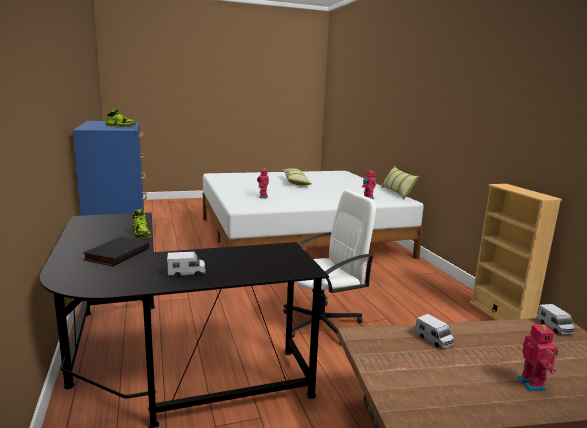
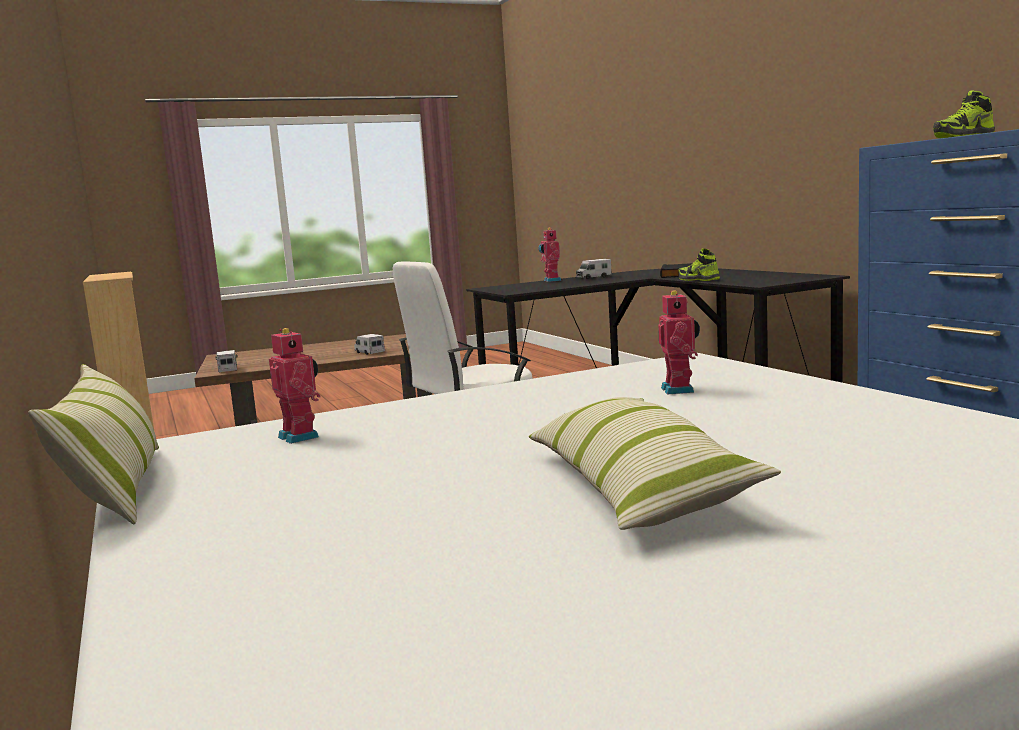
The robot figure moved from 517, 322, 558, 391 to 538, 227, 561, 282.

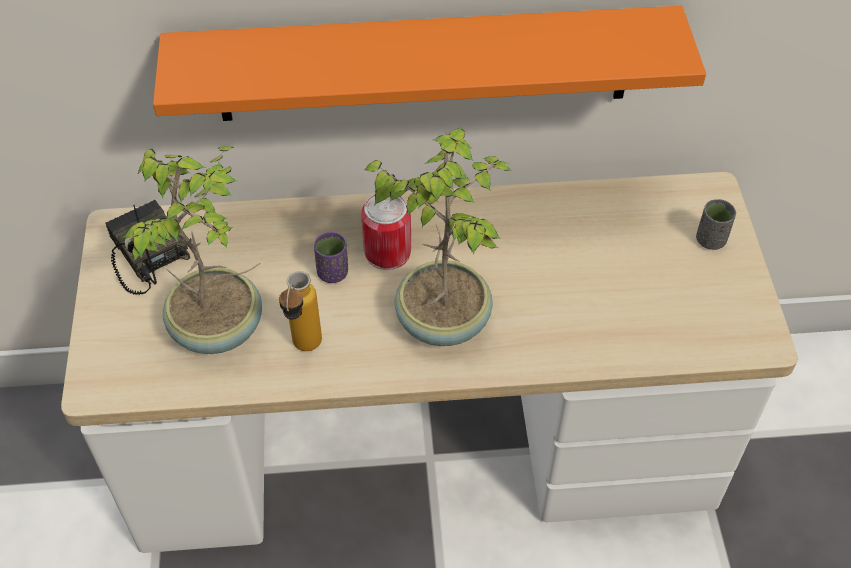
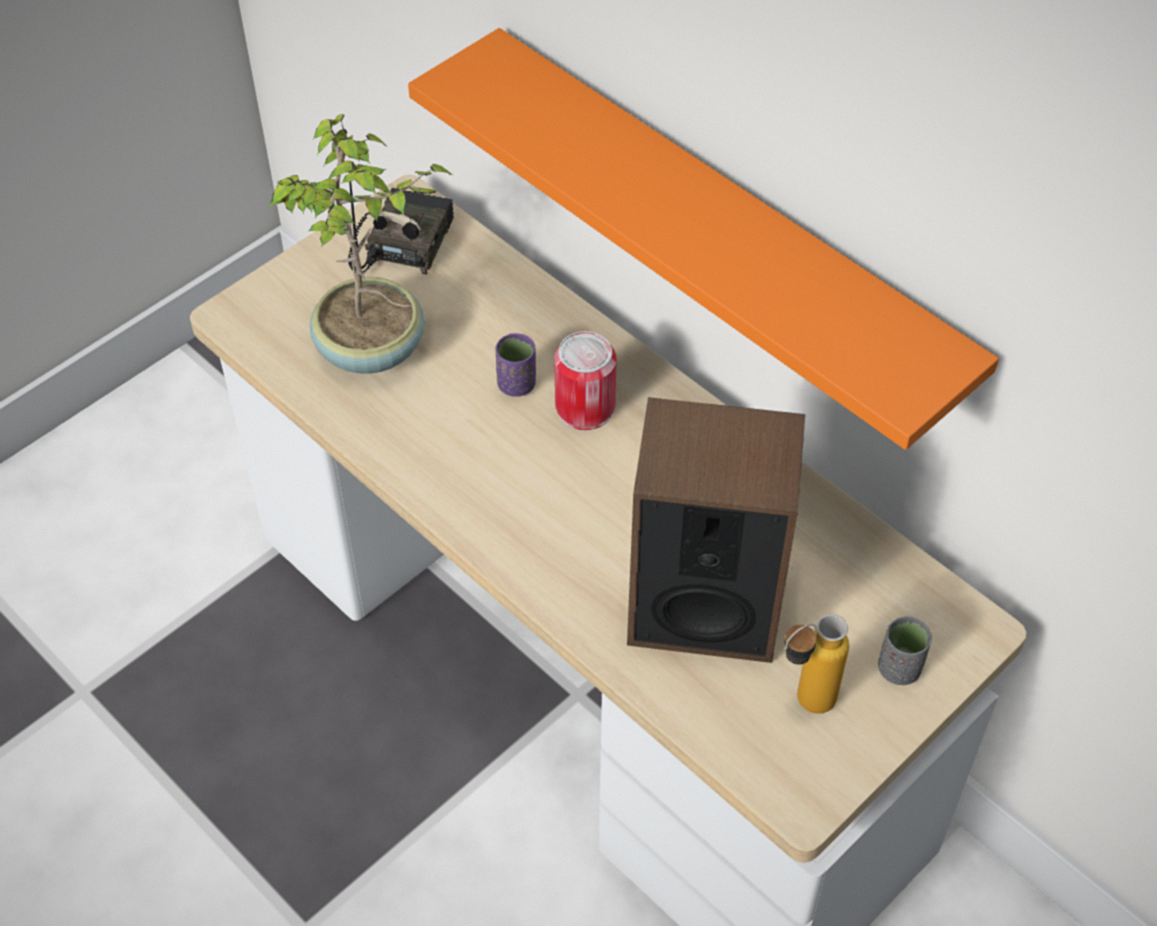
The bottle moved from 279, 271, 322, 351 to 785, 614, 849, 714. The potted plant at 364, 127, 511, 346 disappeared. The loudspeaker at 627, 397, 805, 663 appeared.

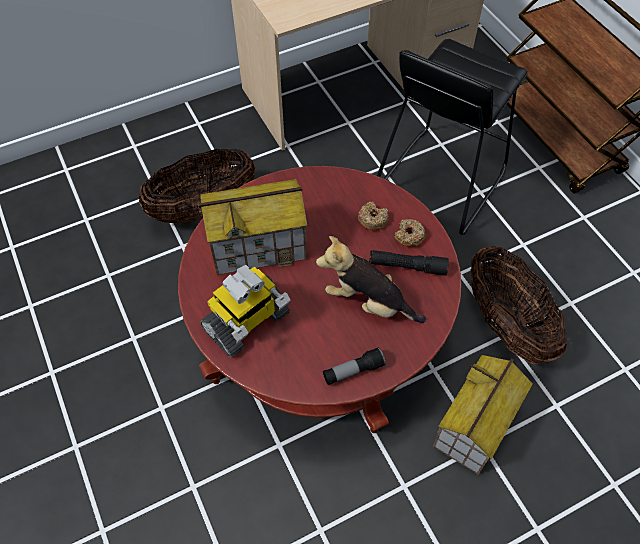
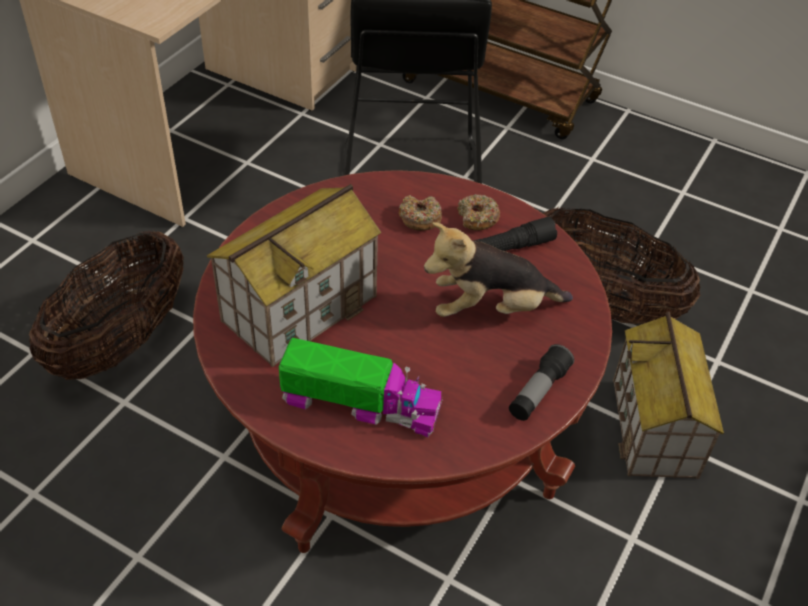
The robot figure at 200, 265, 291, 358 was replaced by the toy lorry at 279, 338, 443, 437.

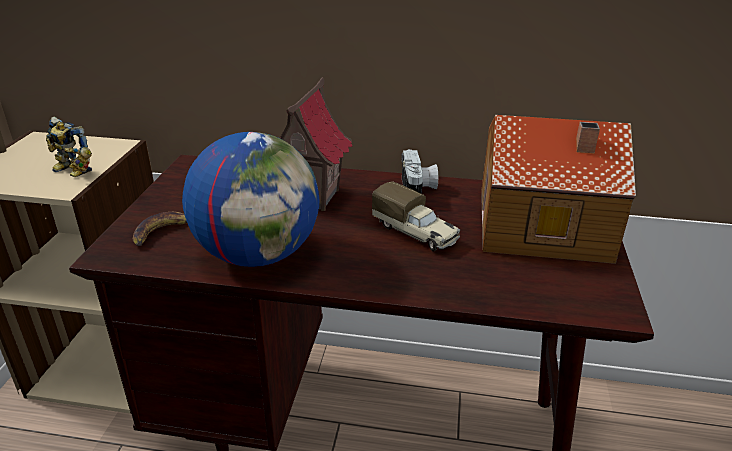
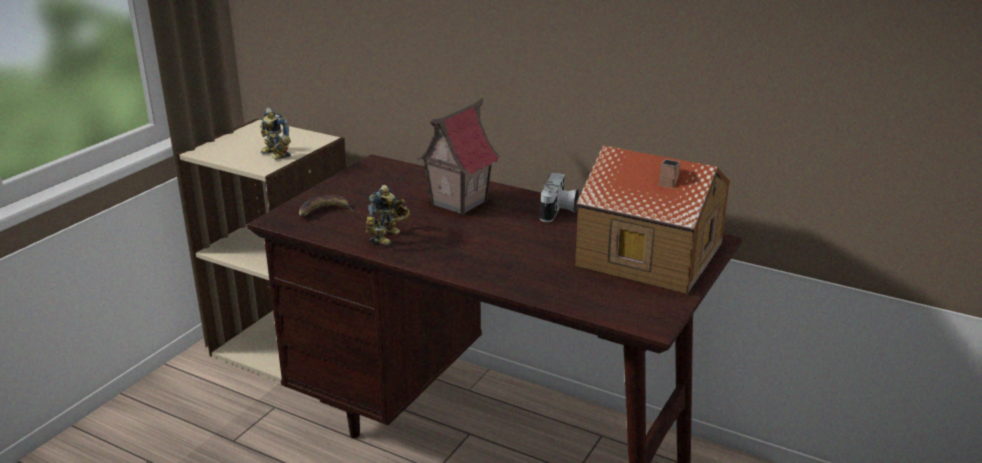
The desk globe at 182, 132, 319, 267 was replaced by the robot figure at 366, 185, 410, 246. The toy lorry at 372, 181, 460, 251 disappeared.

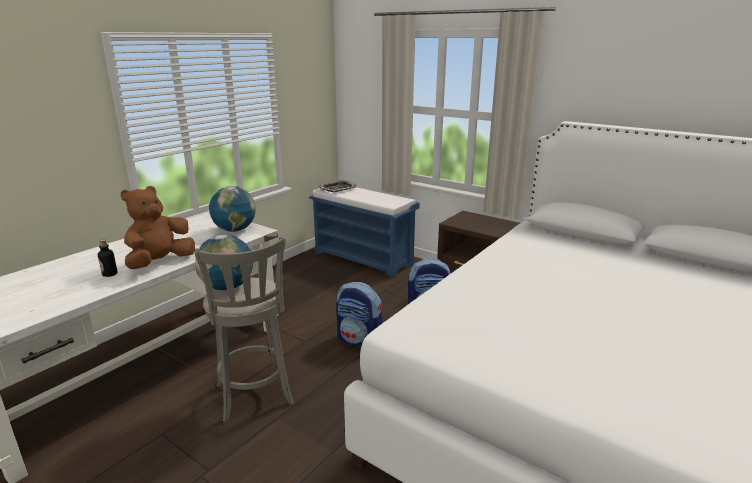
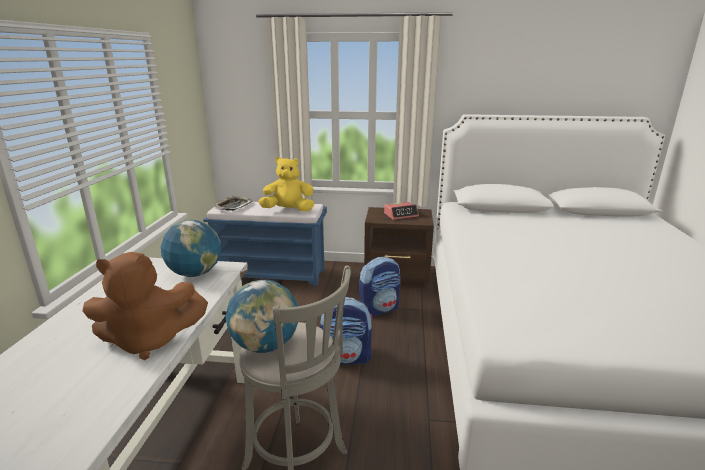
The bottle at 98, 240, 117, 277 disappeared. The brown cuddly toy at 121, 186, 195, 269 turned 105 degrees counterclockwise. The yellow cuddly toy at 258, 157, 314, 212 appeared. The bedside clock at 384, 202, 419, 220 appeared.

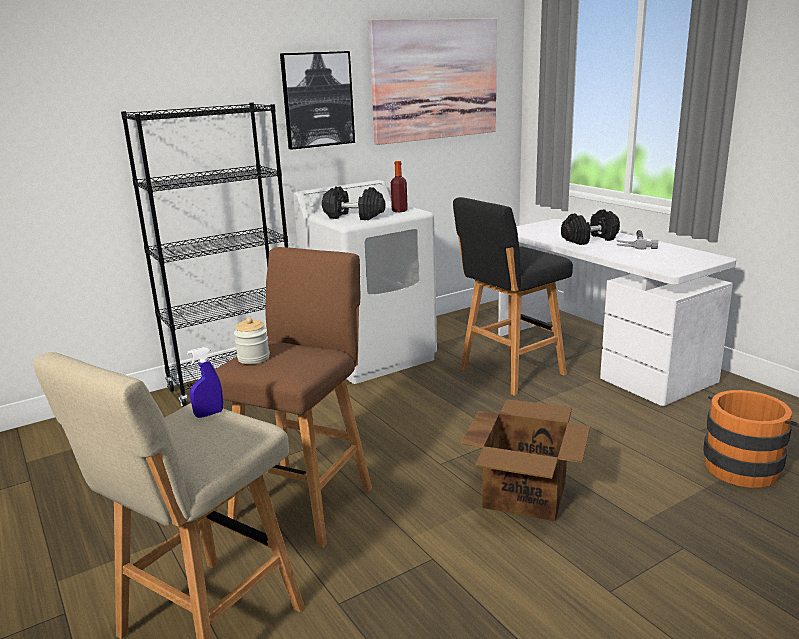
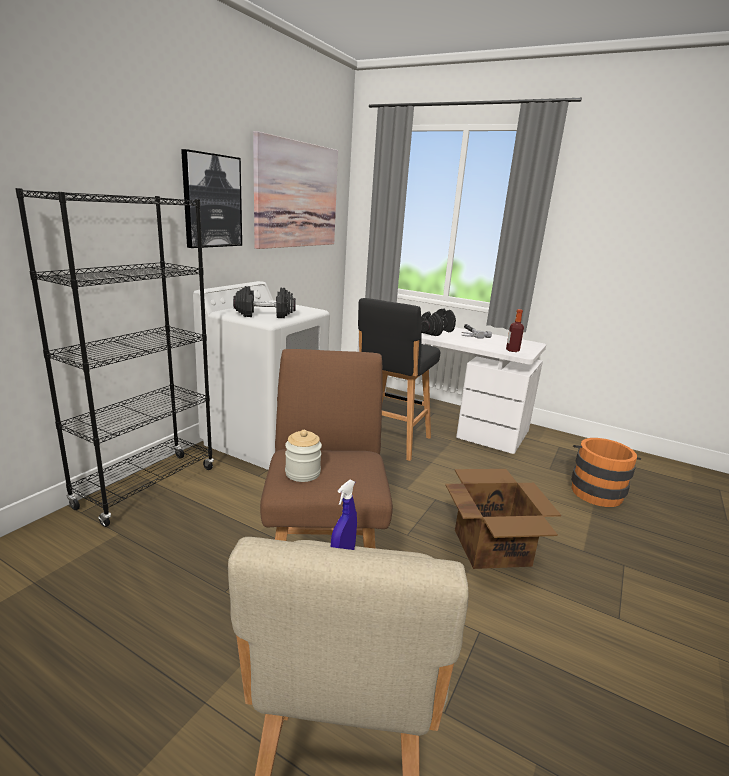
The bottle moved from 391, 161, 408, 212 to 506, 309, 524, 352.

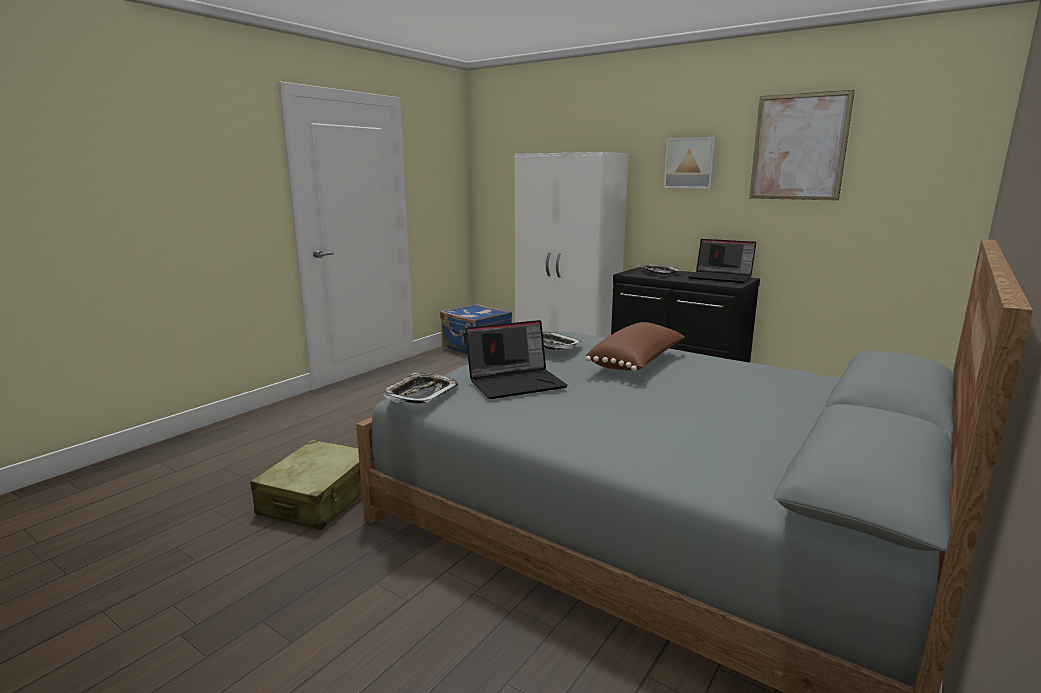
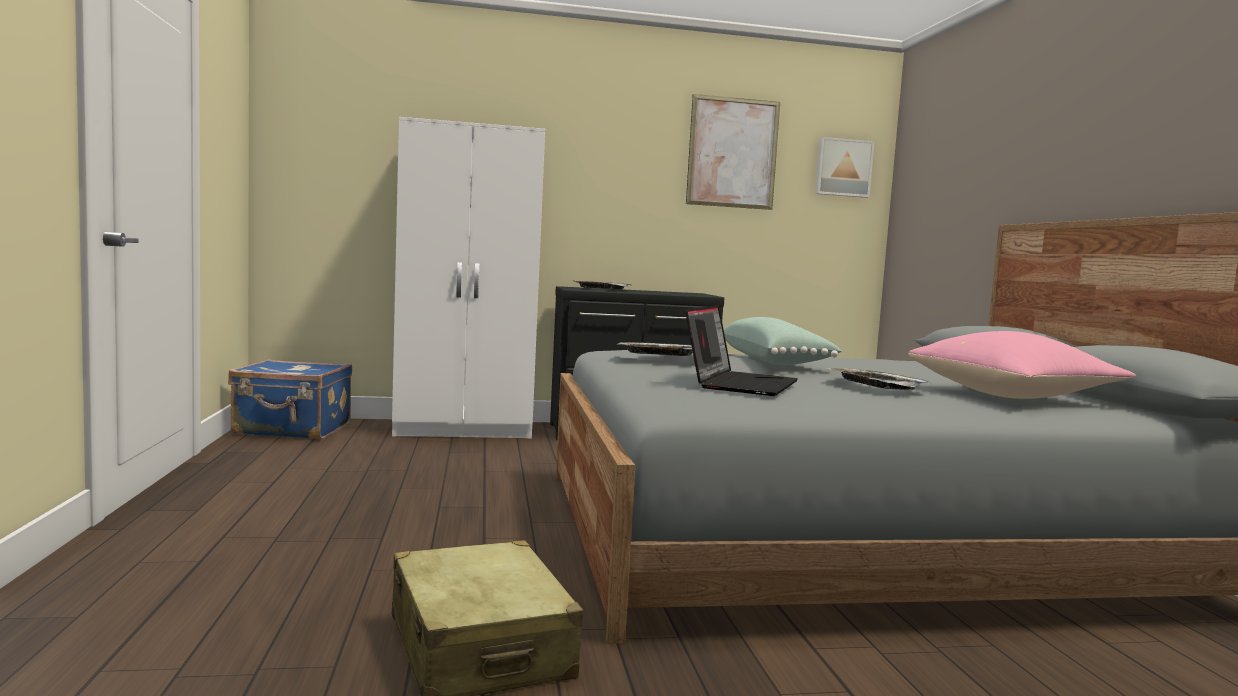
The tray moved from 383, 373, 458, 404 to 828, 368, 931, 390. The brown throw pillow at 586, 322, 685, 371 became the greenish throw pillow at 724, 317, 842, 365. The wall art moved from 664, 137, 717, 189 to 815, 137, 874, 198. The notebook computer at 688, 239, 756, 283 disappeared. The pink-coloured throw pillow at 908, 331, 1136, 399 appeared.

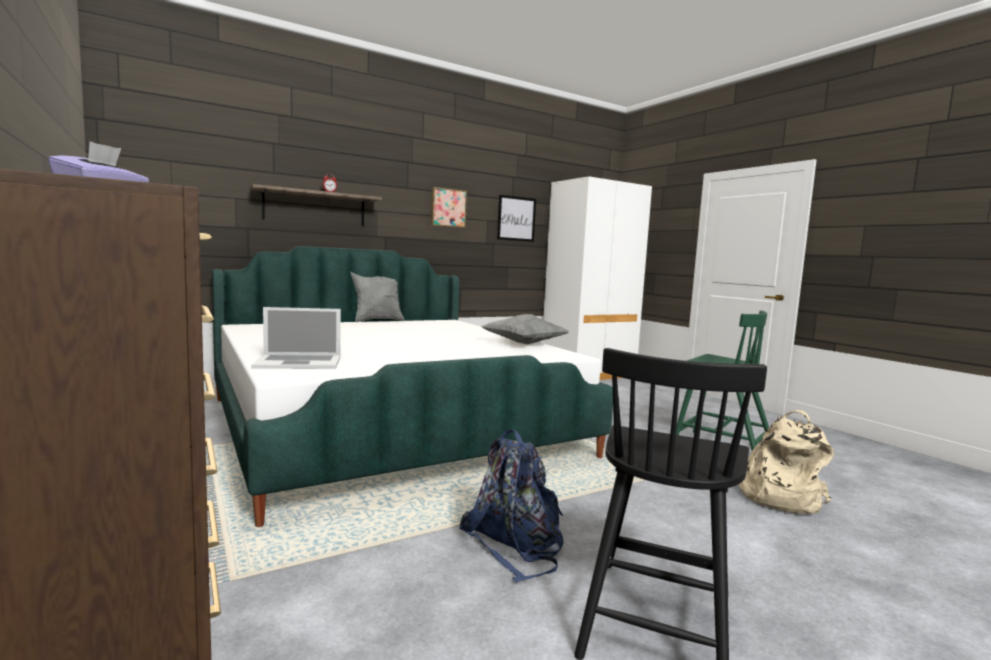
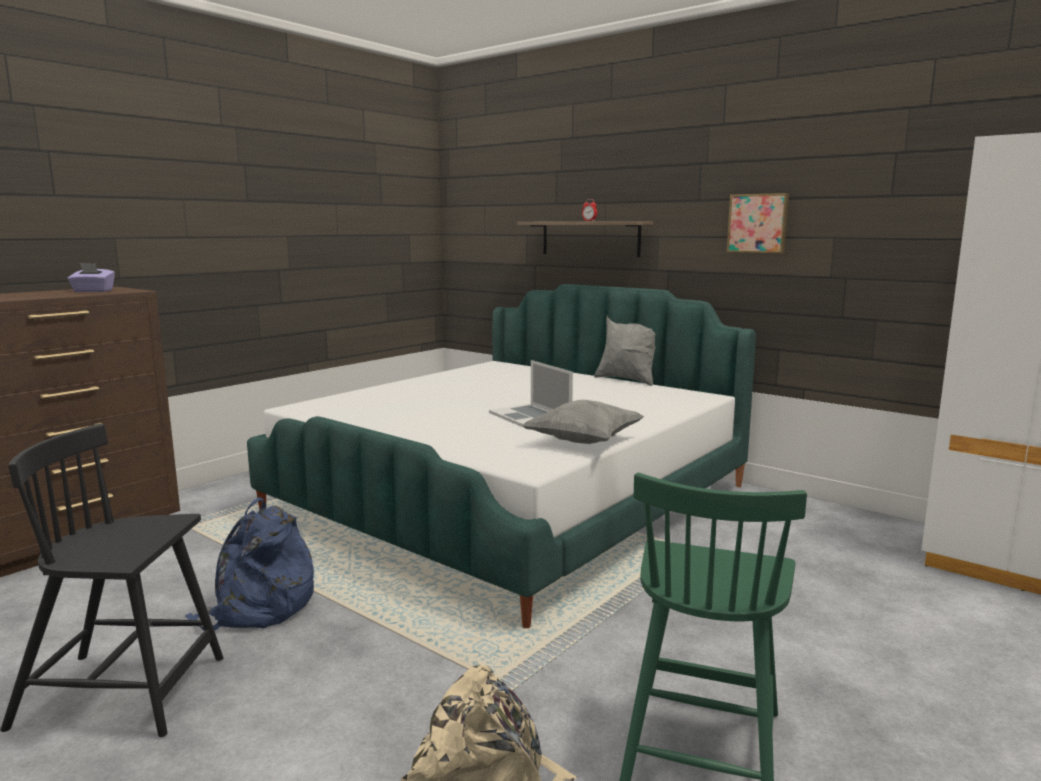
The notebook computer moved from 251, 307, 341, 369 to 489, 360, 573, 428. The wall art at 497, 195, 536, 242 disappeared.

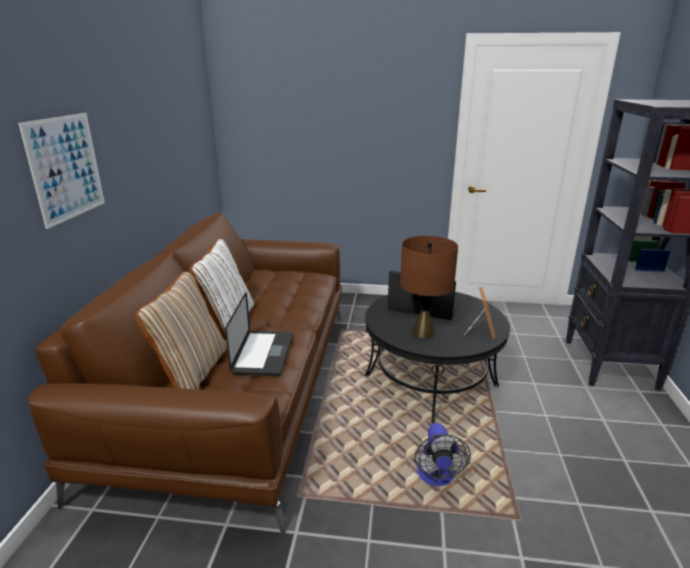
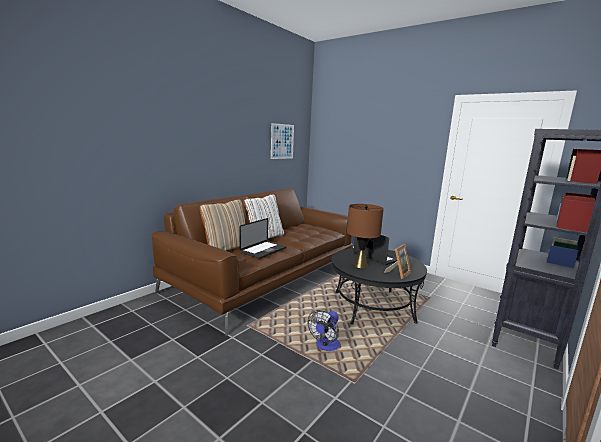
The wall art moved from 19, 113, 105, 229 to 271, 123, 294, 159.

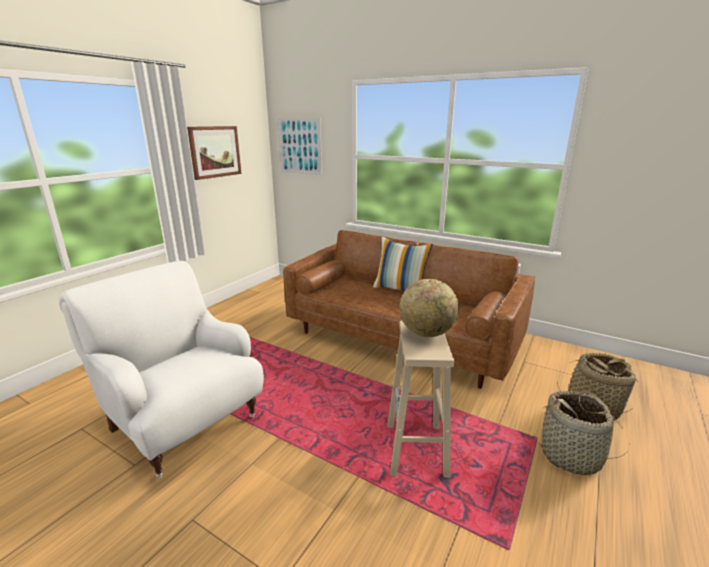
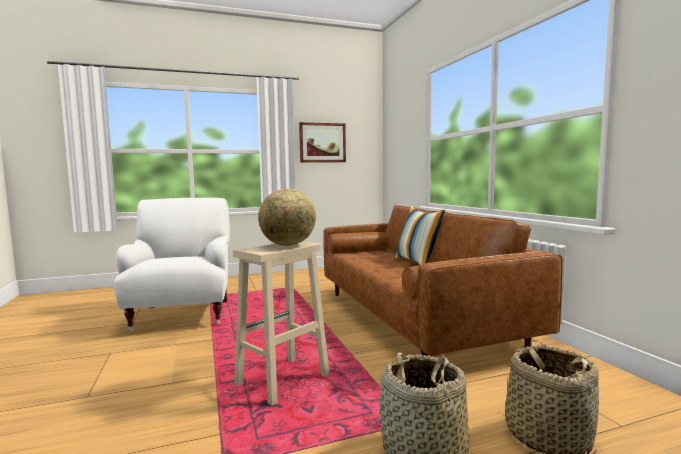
The wall art at 277, 118, 322, 175 disappeared.

